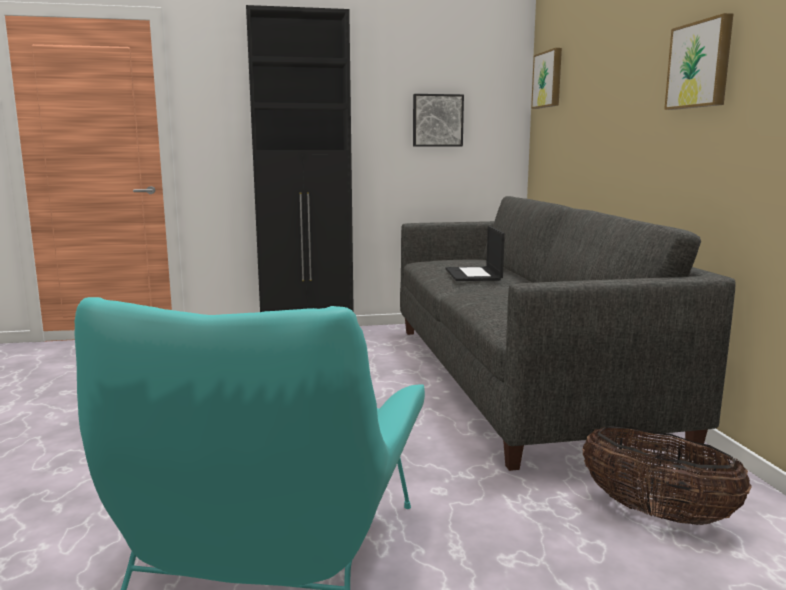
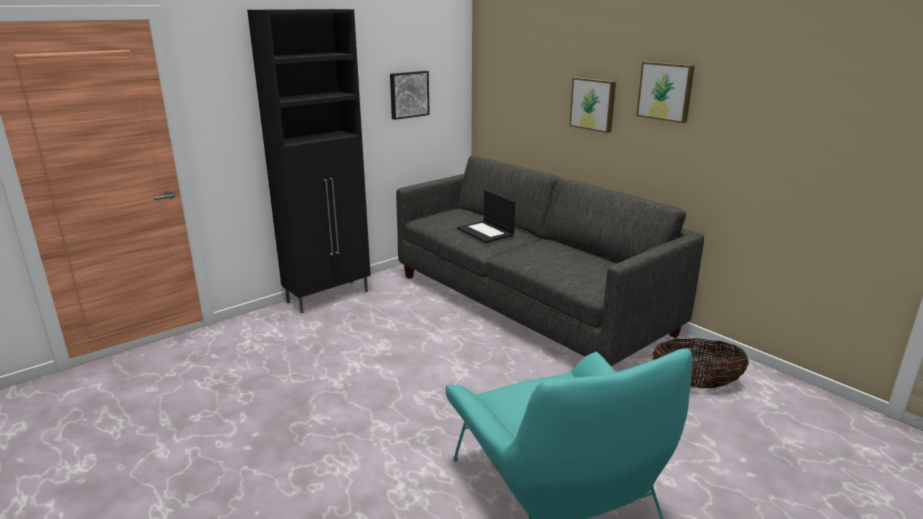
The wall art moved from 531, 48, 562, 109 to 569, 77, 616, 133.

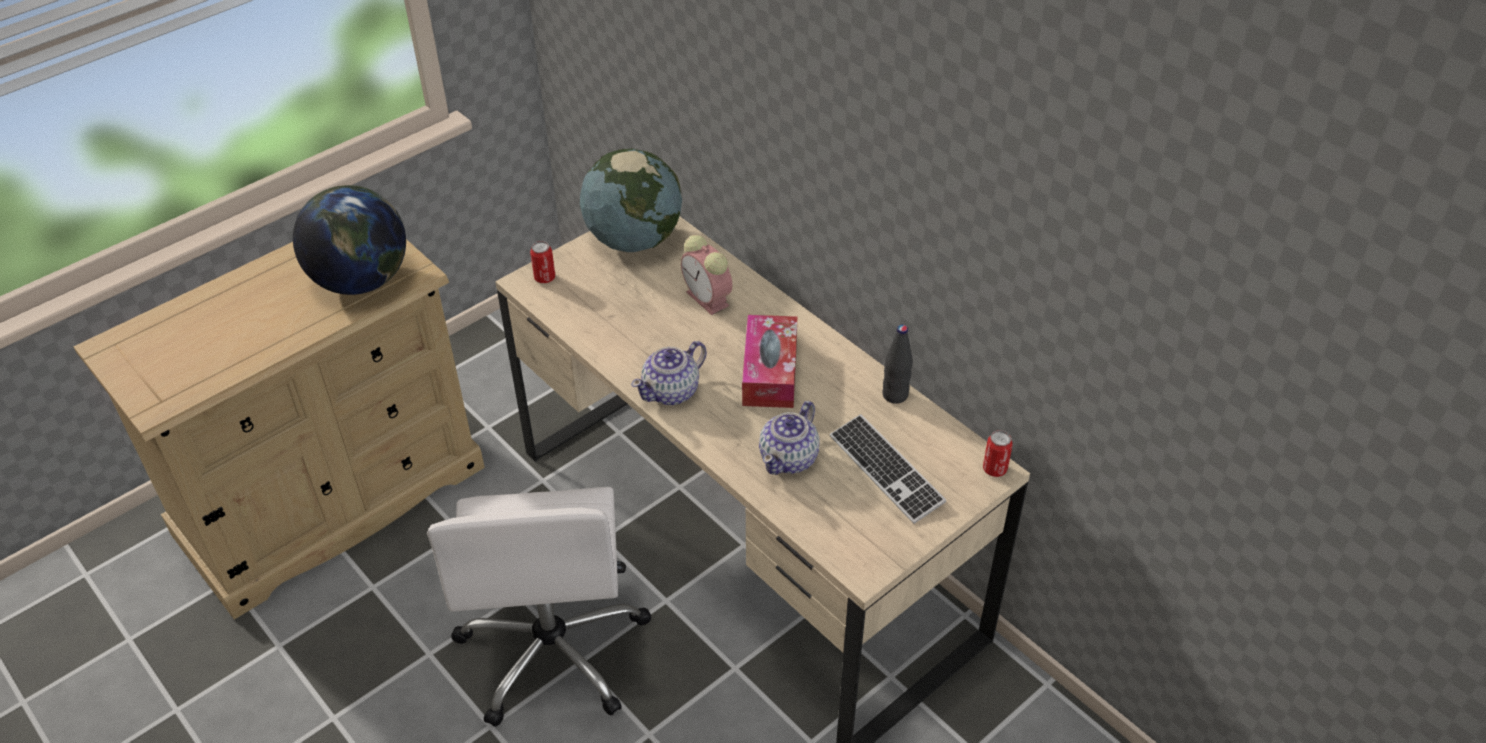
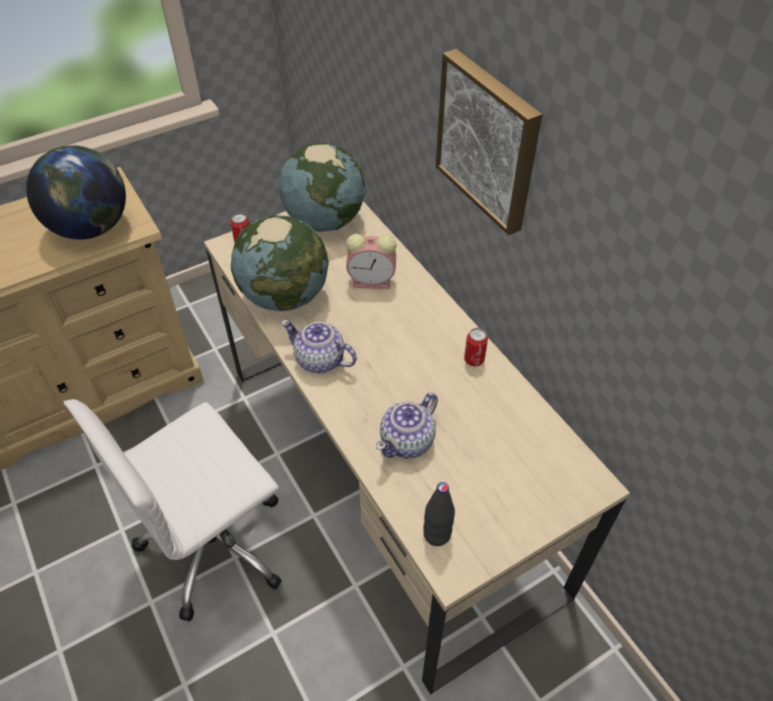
The white computer chair at 427, 487, 651, 727 turned 45 degrees clockwise. The pot for tea at 631, 341, 707, 405 turned 60 degrees clockwise. The bedside clock at 681, 235, 732, 315 turned 60 degrees counterclockwise. The tissue box at 742, 315, 797, 408 disappeared. The keyboard at 830, 414, 946, 524 disappeared. The blackish bottle moved from 882, 325, 913, 404 to 423, 482, 455, 546. The sealed can moved from 983, 430, 1013, 477 to 464, 328, 488, 366. The desk globe at 231, 215, 329, 311 appeared. The wall art at 436, 49, 542, 235 appeared.

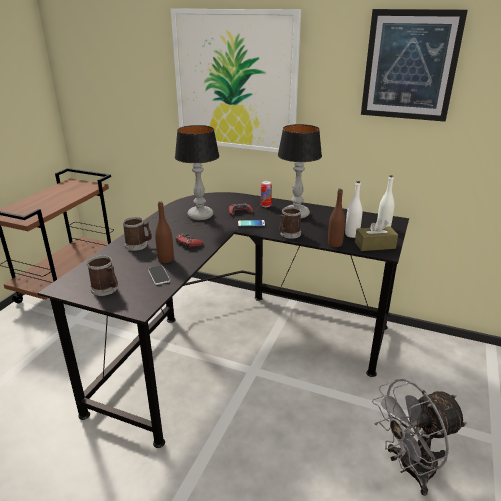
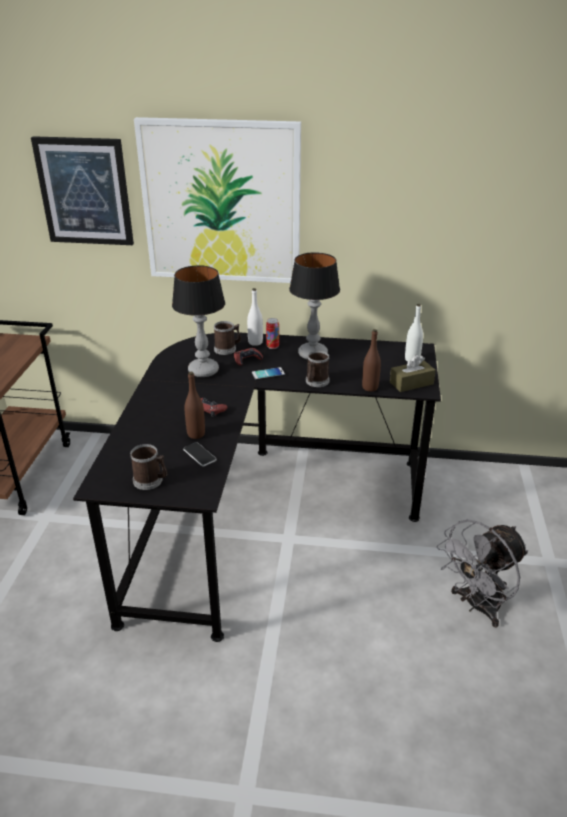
The mug moved from 123, 217, 152, 251 to 214, 321, 241, 355. The white bottle moved from 345, 181, 362, 238 to 247, 288, 263, 346. The wall art moved from 361, 9, 468, 122 to 31, 136, 134, 245.

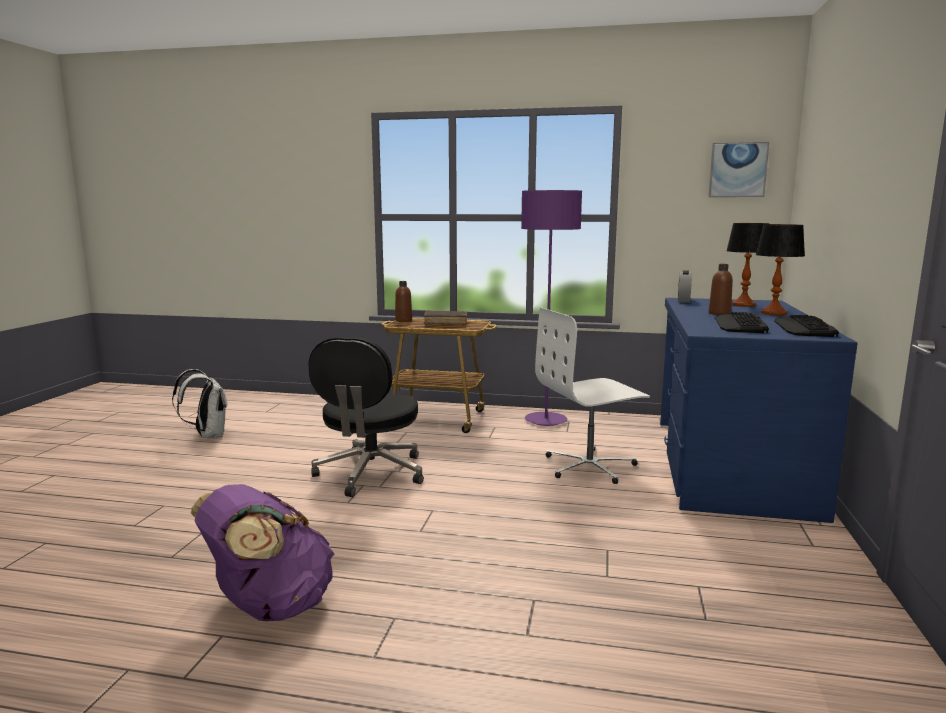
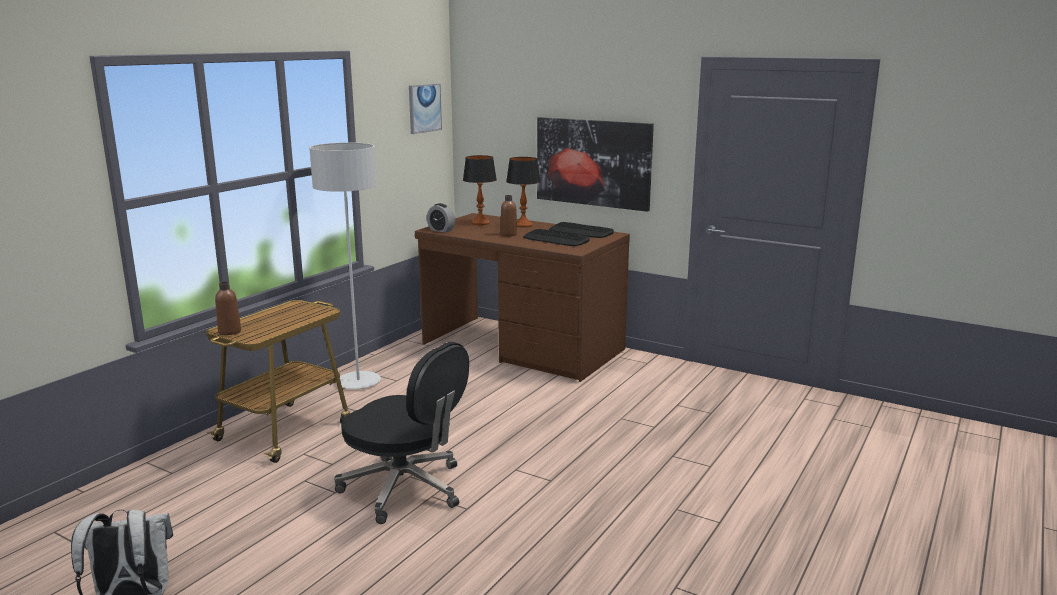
The purple-coloured knapsack at 191, 484, 334, 621 disappeared. The brown volume at 424, 310, 467, 325 disappeared. The purple-coloured floor lamp at 521, 190, 582, 426 became the gray floor lamp at 309, 143, 381, 389. The white computer chair at 535, 308, 650, 484 disappeared. The blue desk at 660, 298, 858, 523 became the brown desk at 415, 213, 630, 382. The wall art at 537, 117, 654, 212 appeared.

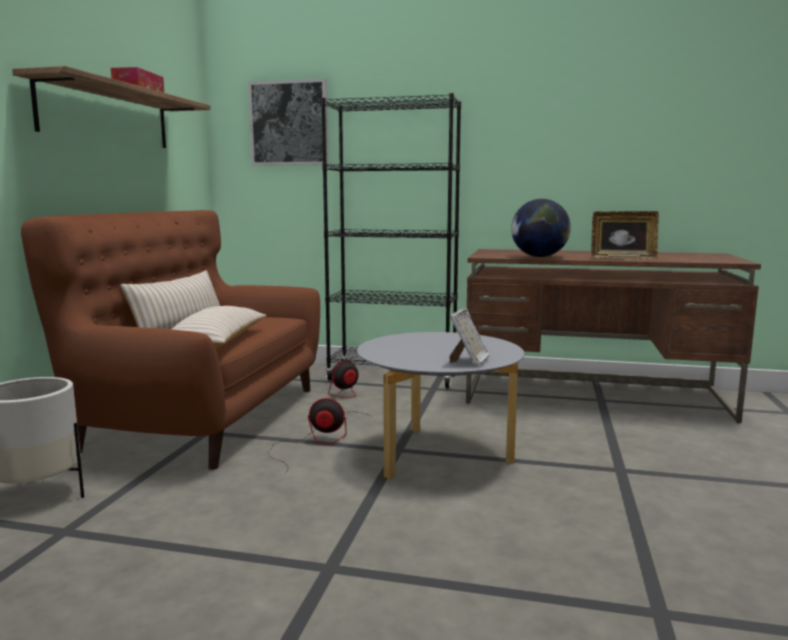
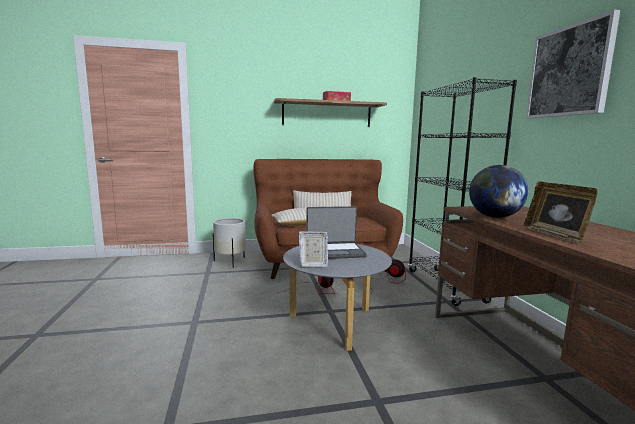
The wall art moved from 248, 79, 329, 165 to 526, 10, 620, 119. The notebook computer at 306, 206, 367, 259 appeared.

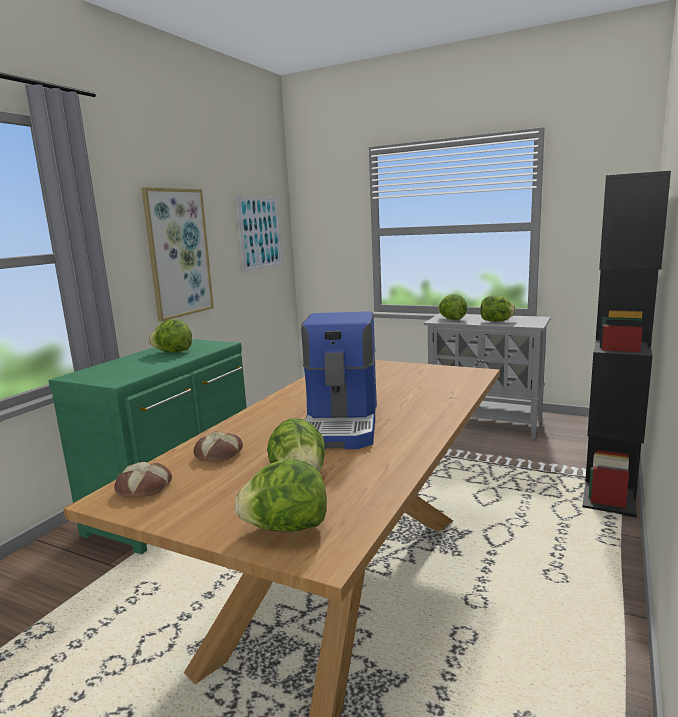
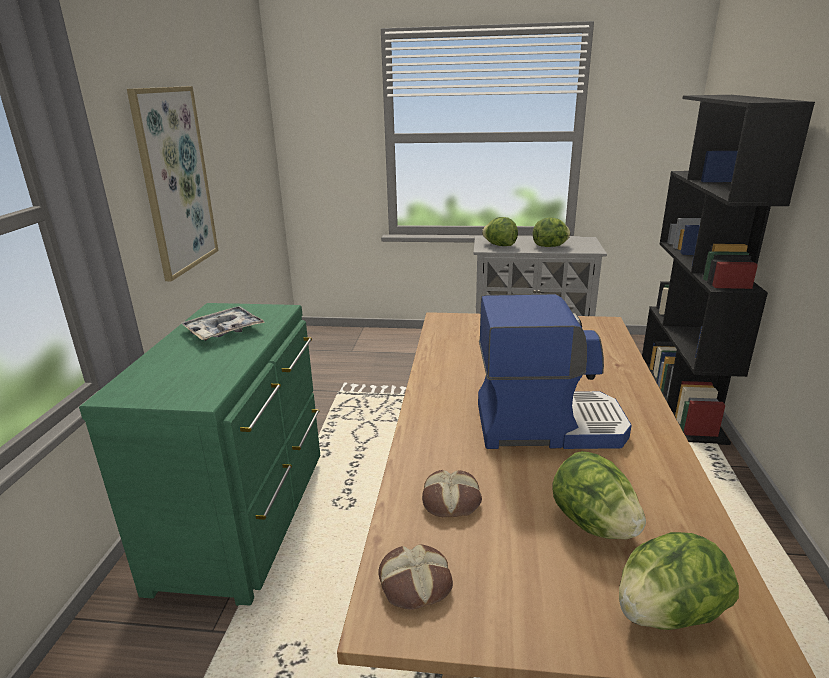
The lettuce head at 149, 319, 192, 352 was replaced by the tray at 181, 306, 265, 341. The wall art at 236, 196, 283, 272 disappeared. The coffee maker at 301, 311, 377, 449 turned 75 degrees counterclockwise.

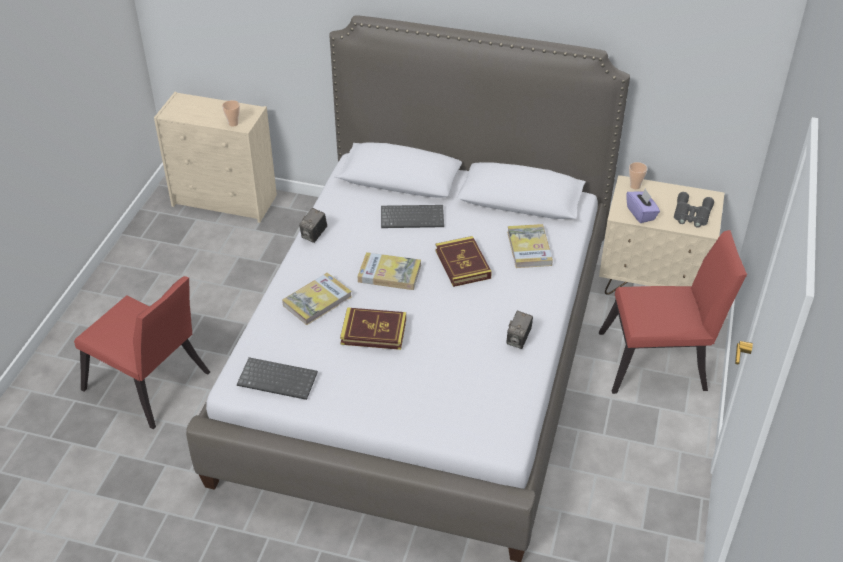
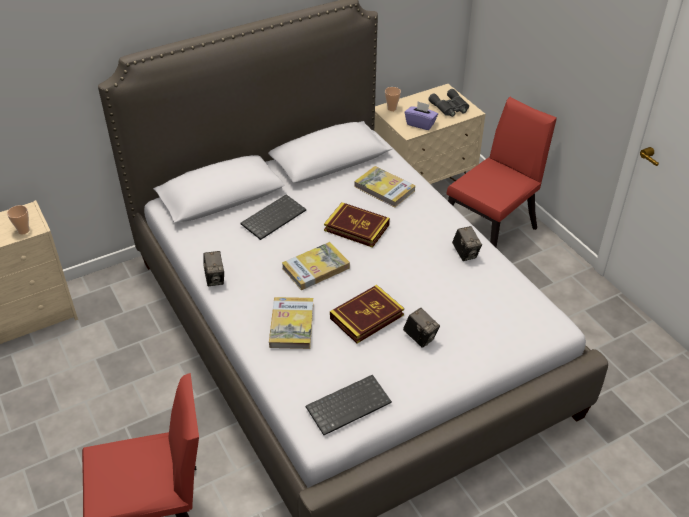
The photo camera at 403, 308, 440, 348 appeared.

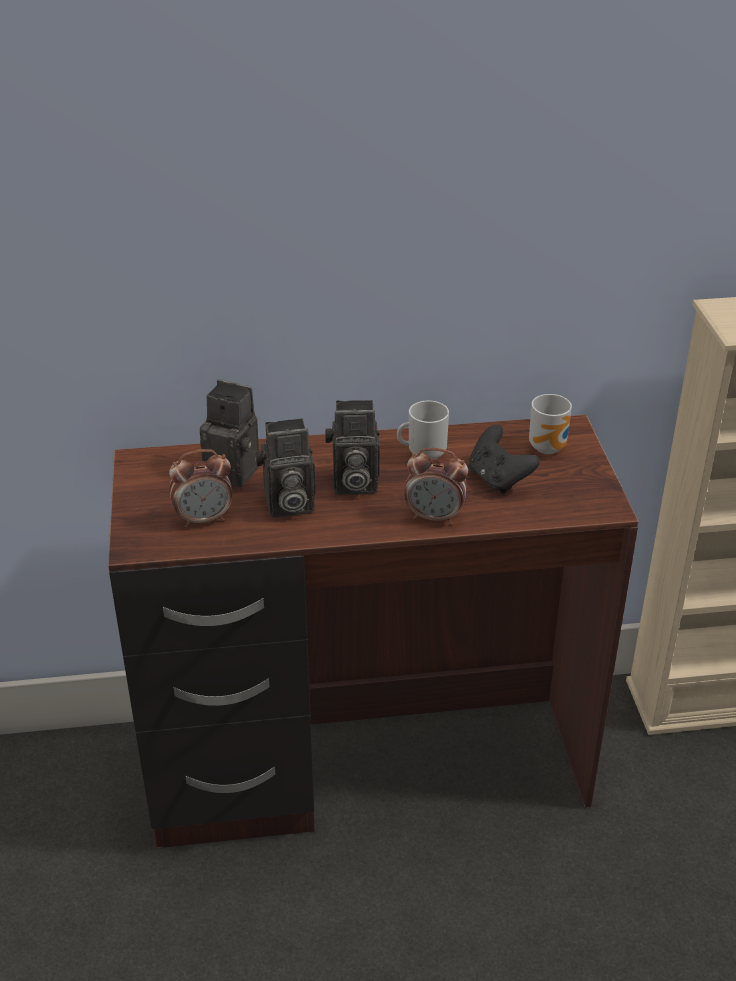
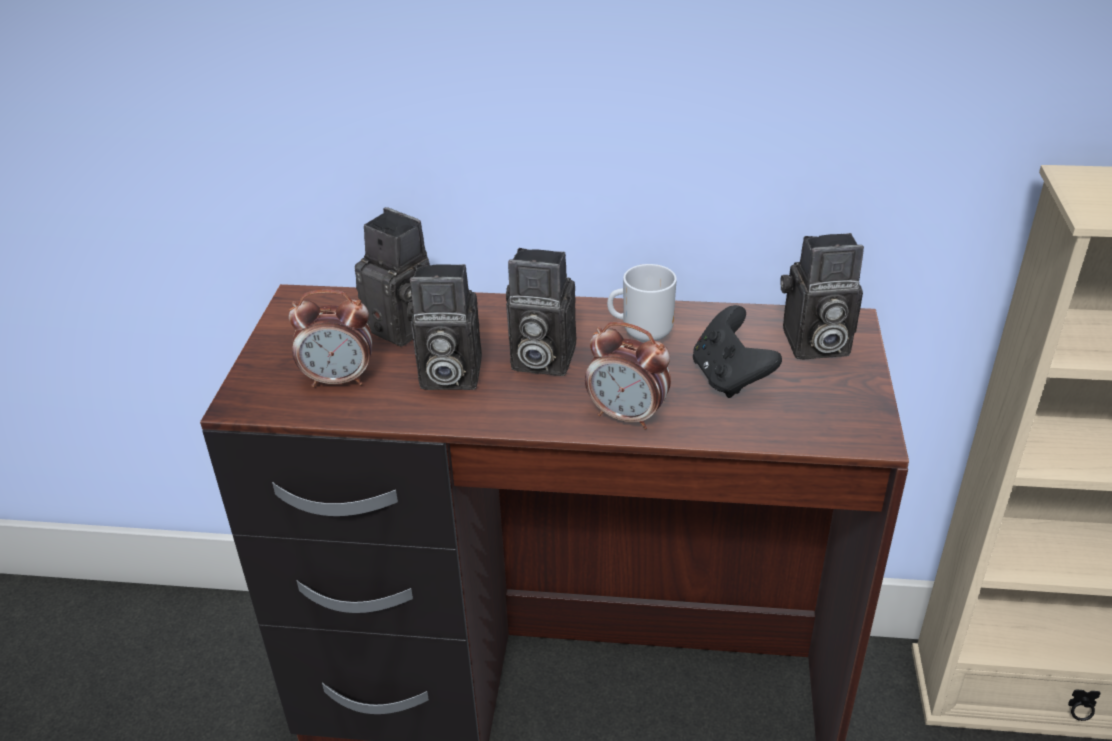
The mug at 529, 394, 572, 454 was replaced by the photo camera at 781, 233, 864, 359.

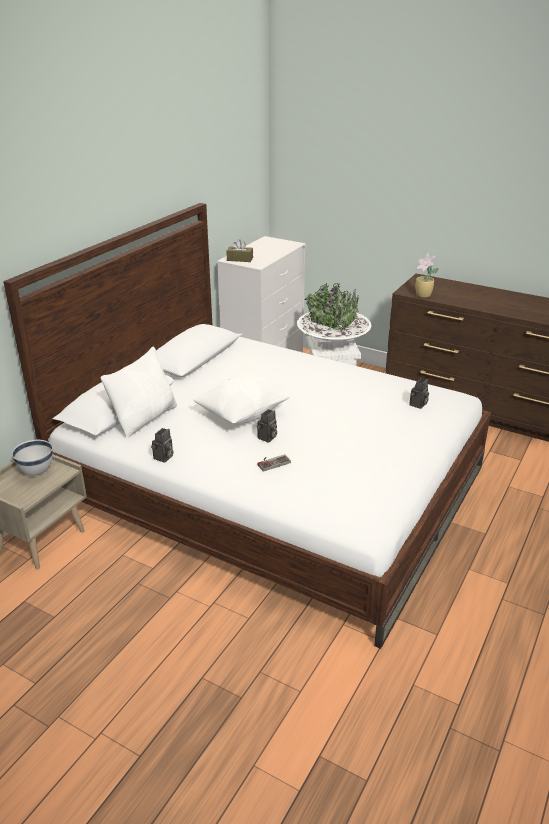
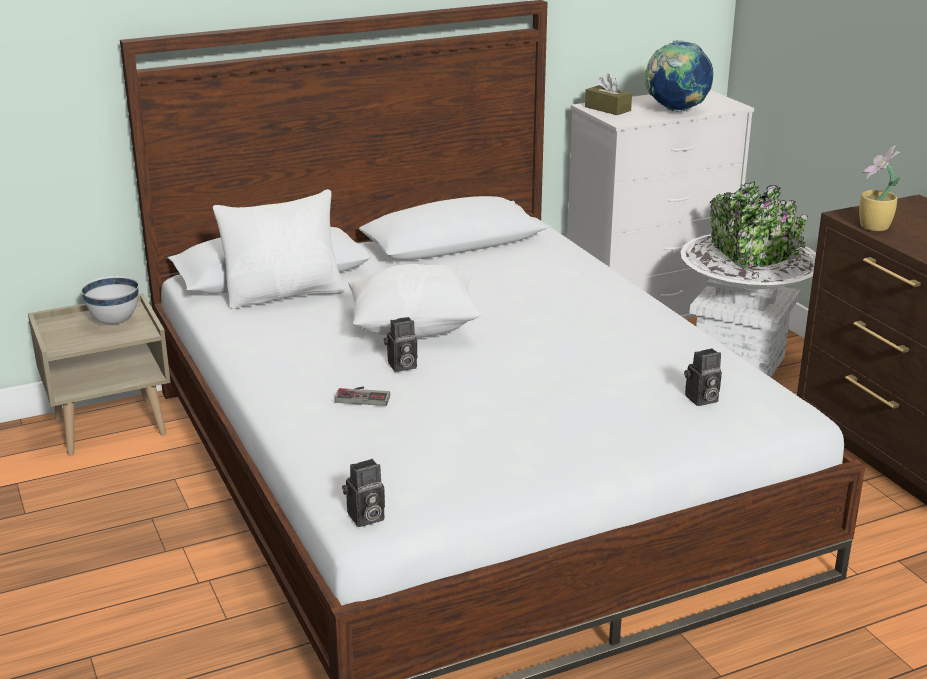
The photo camera moved from 151, 428, 174, 463 to 342, 459, 385, 527. The desk globe at 645, 40, 713, 112 appeared.

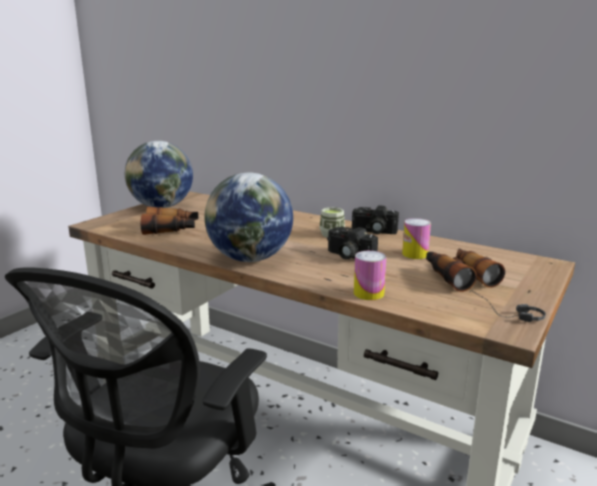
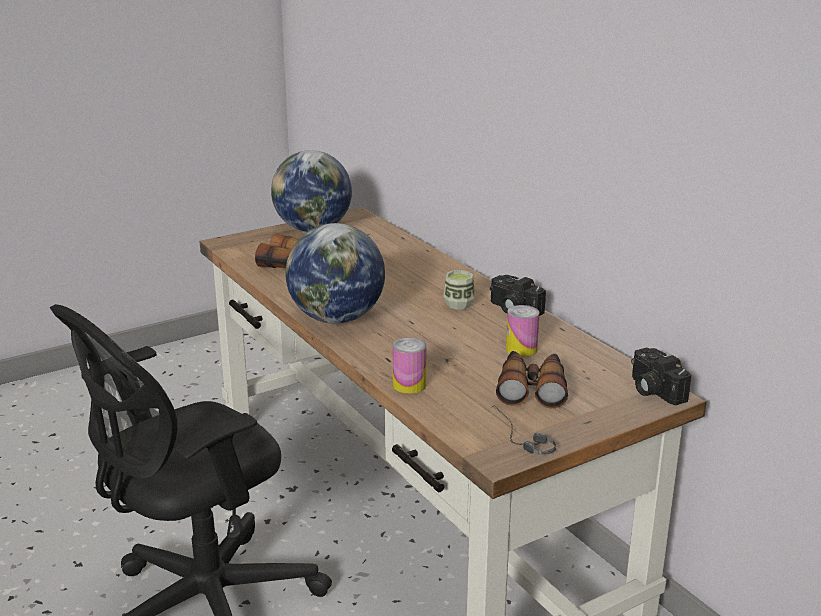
The photo camera moved from 327, 227, 378, 260 to 631, 348, 691, 406.

